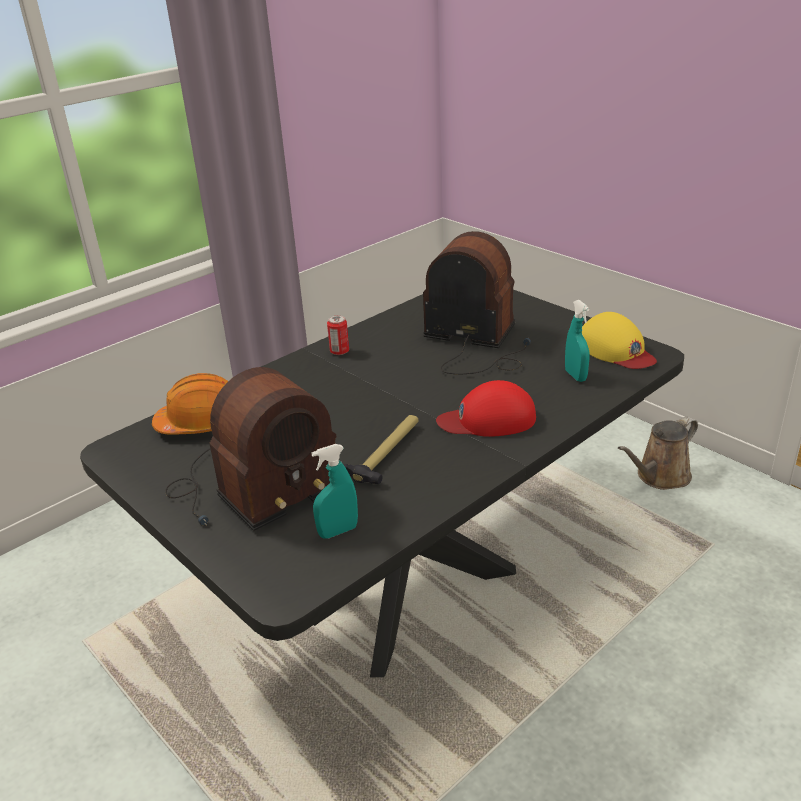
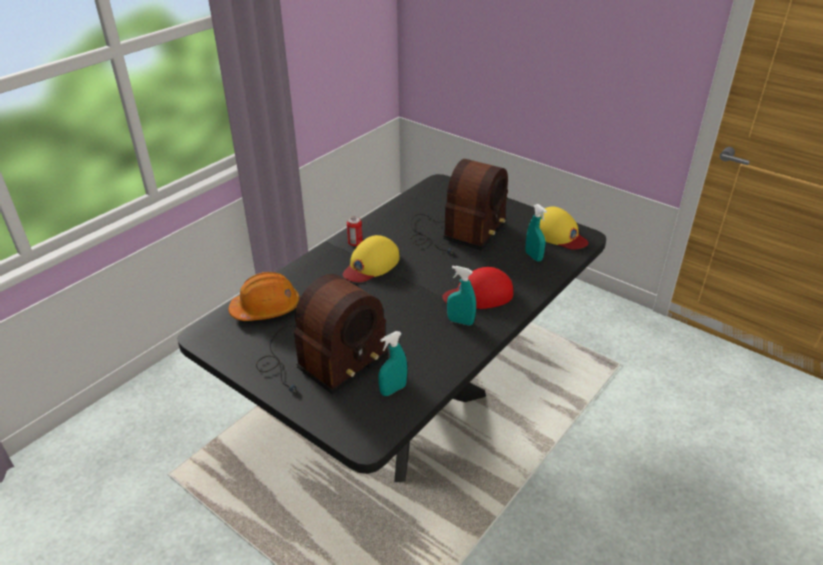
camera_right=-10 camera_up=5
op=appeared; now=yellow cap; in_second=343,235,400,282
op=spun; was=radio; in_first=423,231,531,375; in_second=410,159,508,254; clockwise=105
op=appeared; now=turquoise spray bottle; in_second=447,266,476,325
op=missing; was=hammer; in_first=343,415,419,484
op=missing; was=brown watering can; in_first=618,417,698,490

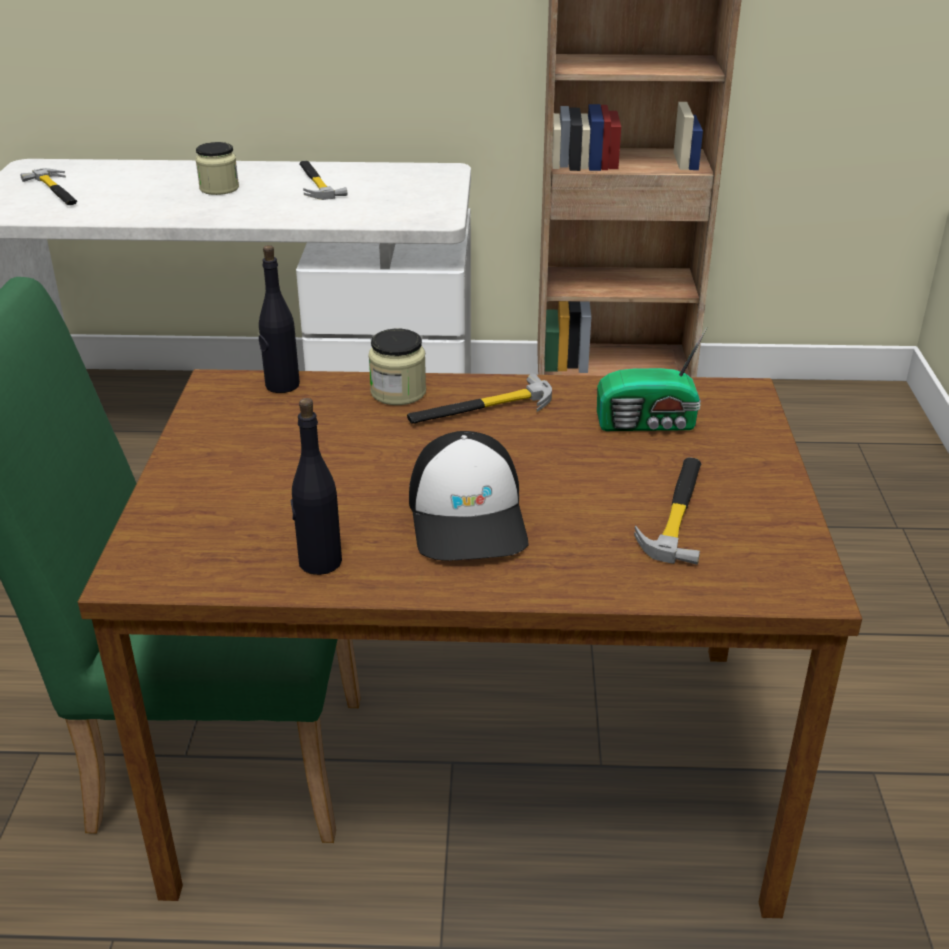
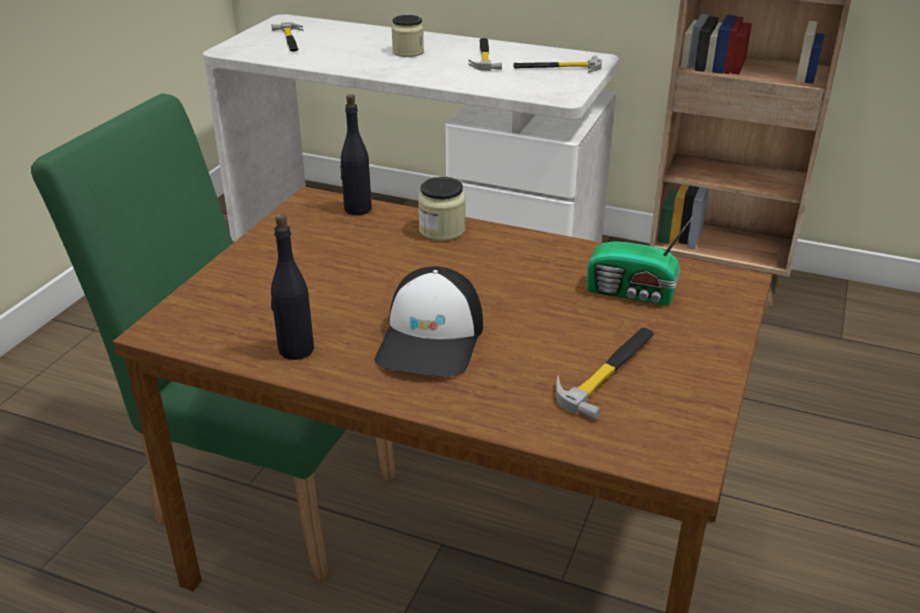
camera_right=20 camera_up=0
op=relocated; was=hammer; in_first=407,373,552,424; in_second=513,56,602,73

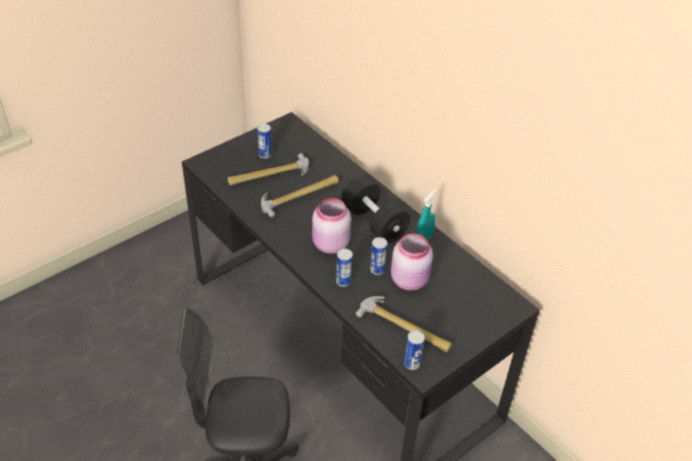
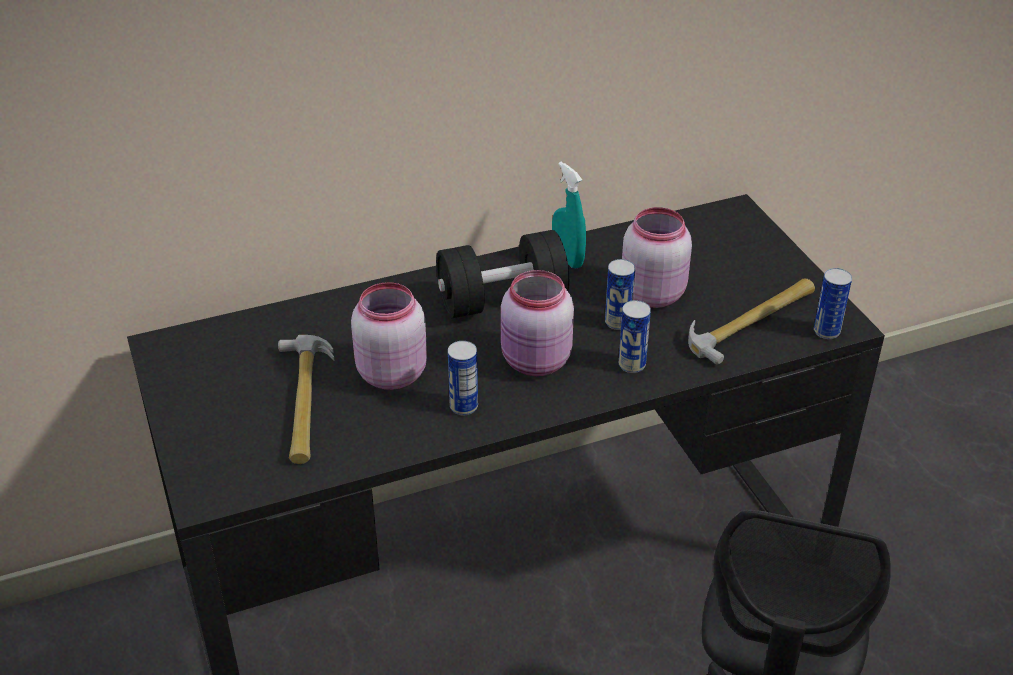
camera_right=-70 camera_up=-5
op=exchanged; was=hammer; now=pink jar; in_first=261,175,339,217; in_second=351,282,427,390
op=relocated; was=can; in_first=257,124,272,159; in_second=448,341,478,415

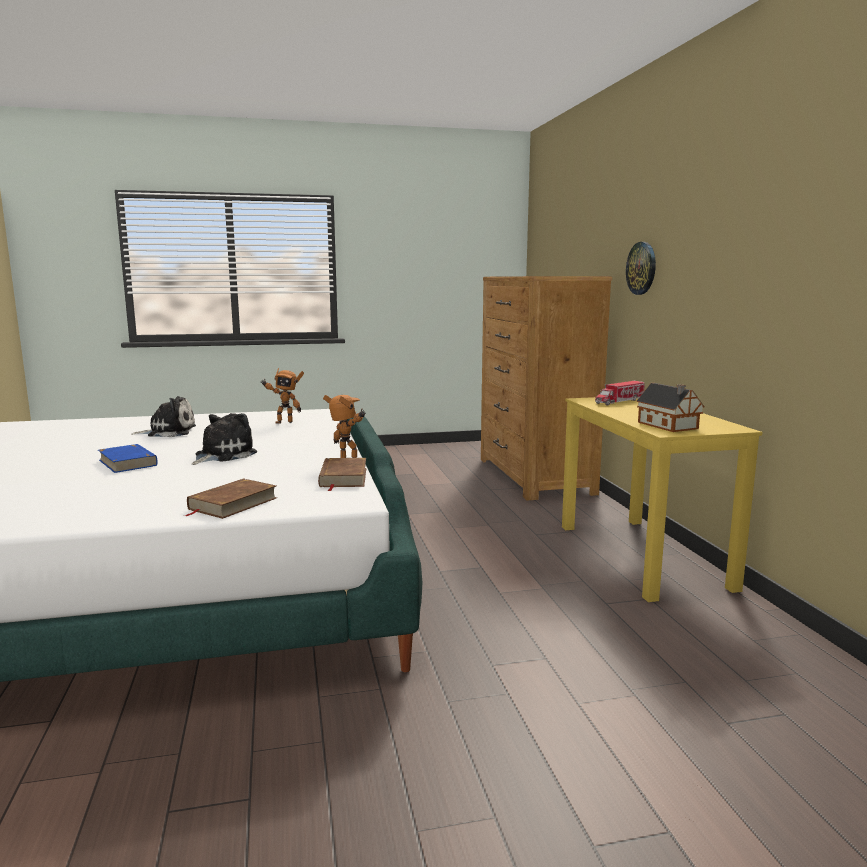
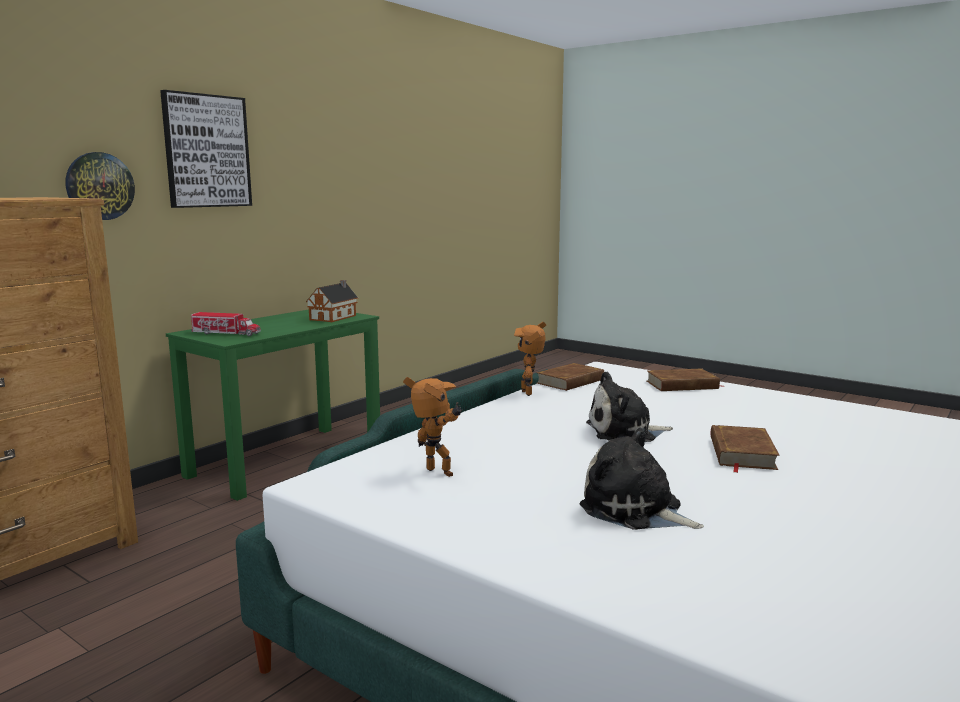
camera_right=-130 camera_up=0
op=appeared; now=picture; in_second=160,90,252,208
op=colour; was=yellow desk; now=green desk; in_first=562,397,763,602; in_second=166,309,380,501
op=colour; was=blue book; now=brown book; in_first=98,444,157,473; in_second=711,425,780,473

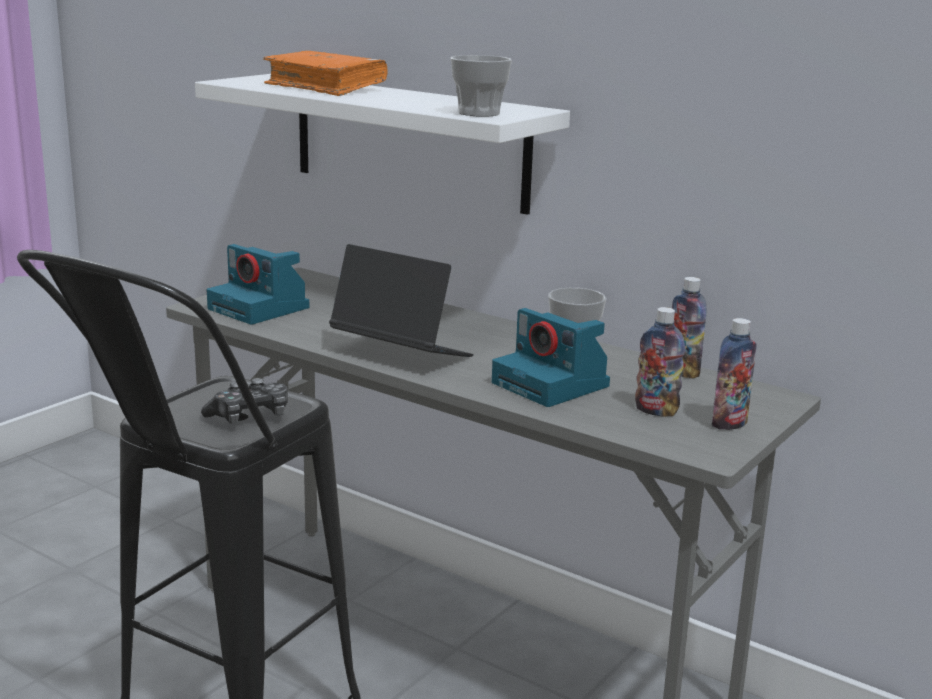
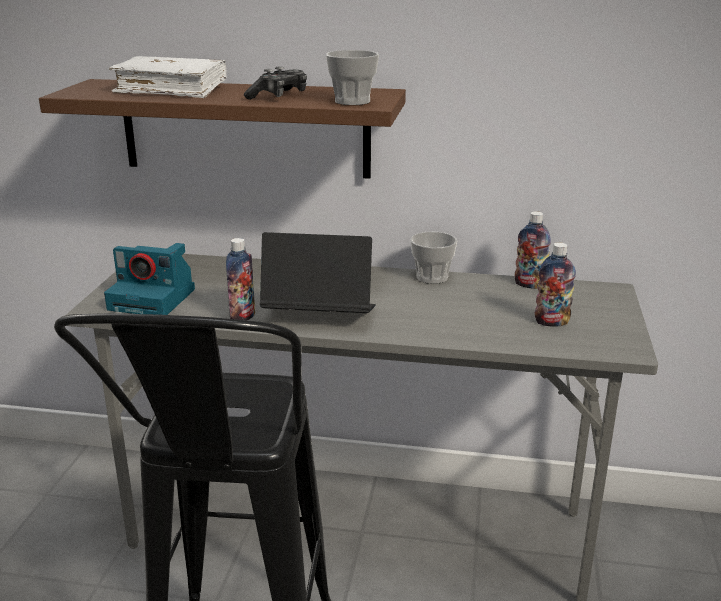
camera_right=-25 camera_up=5
op=colour; was=white shelf; now=brown shelf; in_first=195,74,570,215; in_second=39,79,406,179
op=colour; was=orange book; now=white book; in_first=263,51,388,96; in_second=109,56,227,98
op=relocated; was=bottle; in_first=712,318,757,430; in_second=226,238,255,321
op=relocated; was=game controller; in_first=201,378,288,424; in_second=244,66,307,100
op=missing; was=photo camera; in_first=492,308,610,407

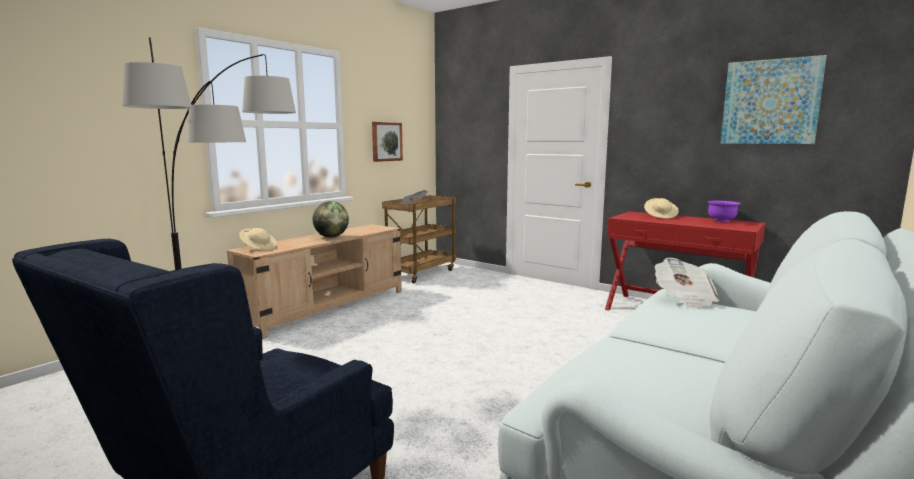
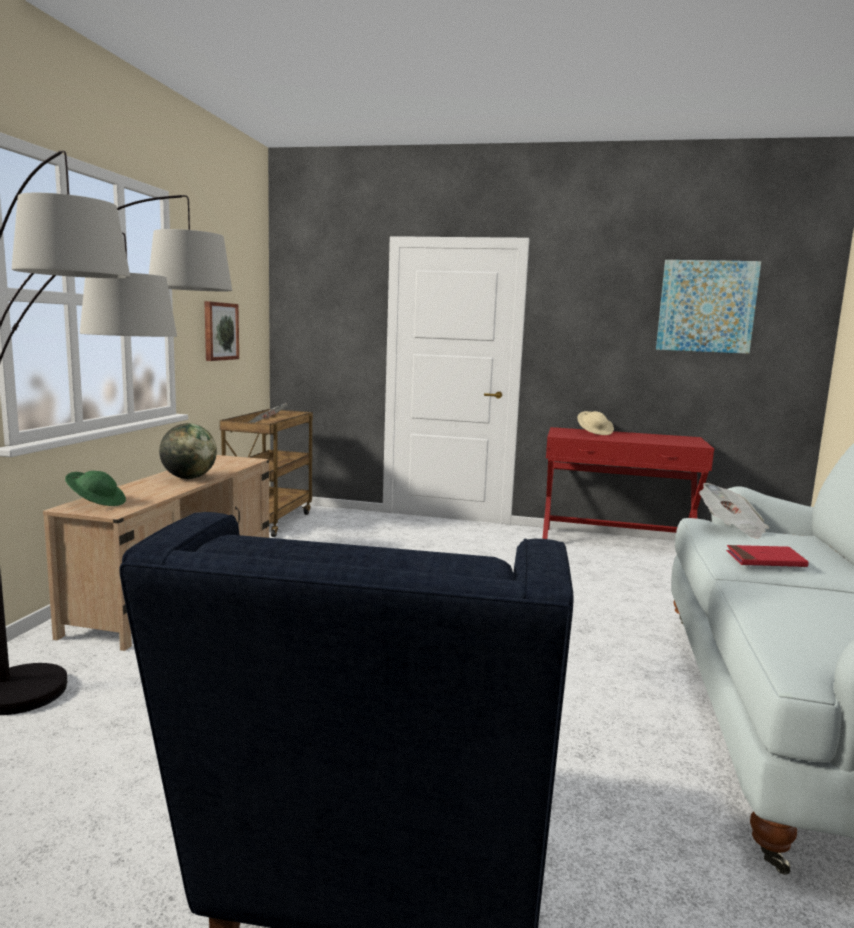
camera_right=-25 camera_up=0
op=colour; was=beige hat; now=green hat; in_first=239,228,276,250; in_second=65,471,126,506
op=appeared; now=red book; in_second=726,545,809,567
op=missing; was=purple bowl; in_first=707,200,741,222

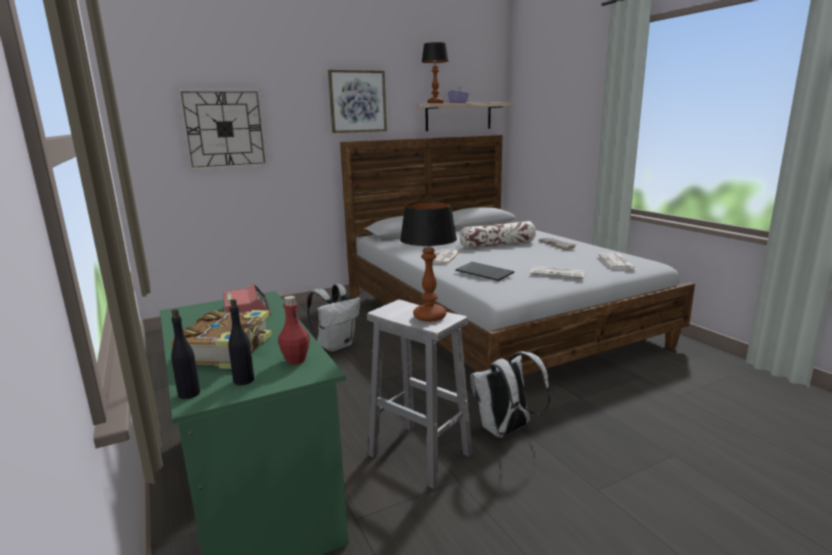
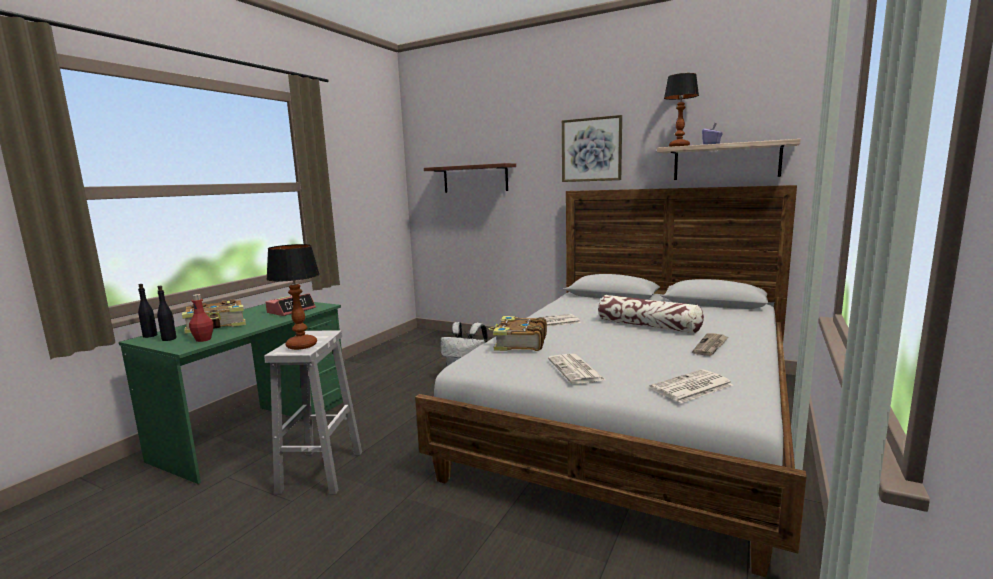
camera_right=55 camera_up=-5
op=exchanged; was=wall clock; now=shelf; in_first=177,88,268,171; in_second=424,163,516,193
op=exchanged; was=keyboard; now=book; in_first=456,262,514,281; in_second=489,316,547,351
op=missing; was=white backpack; in_first=470,352,550,438

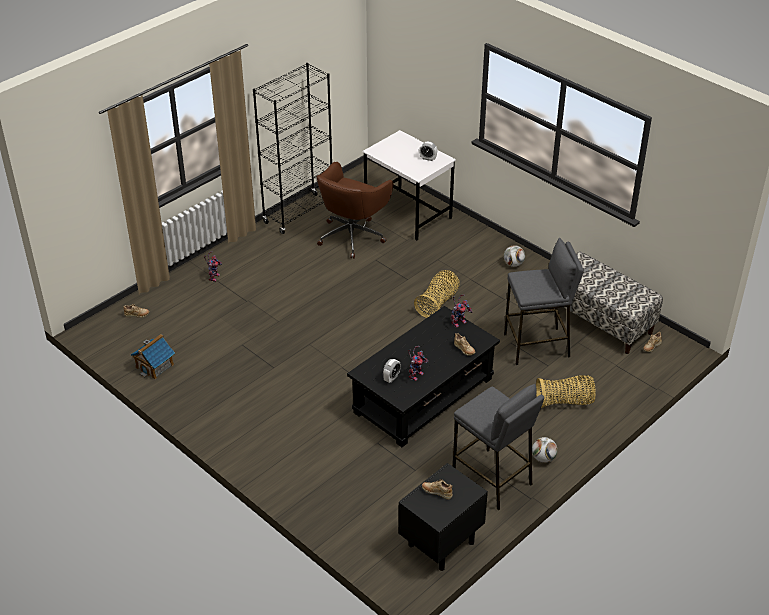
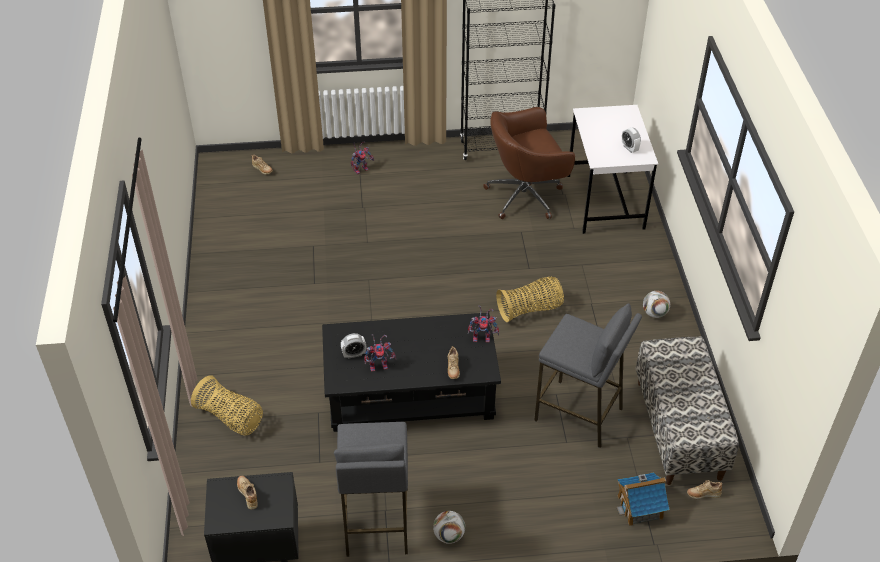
camera_right=40 camera_up=5
op=relocated; was=basket; in_first=536,375,596,408; in_second=191,376,263,435
op=relocated; was=toy house; in_first=131,334,175,379; in_second=617,472,670,526

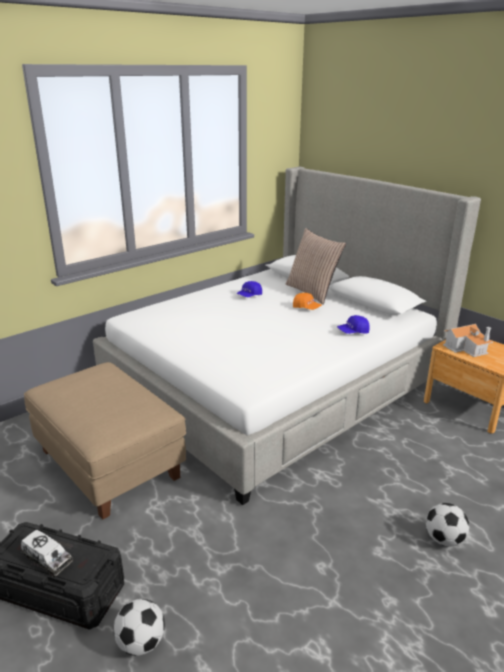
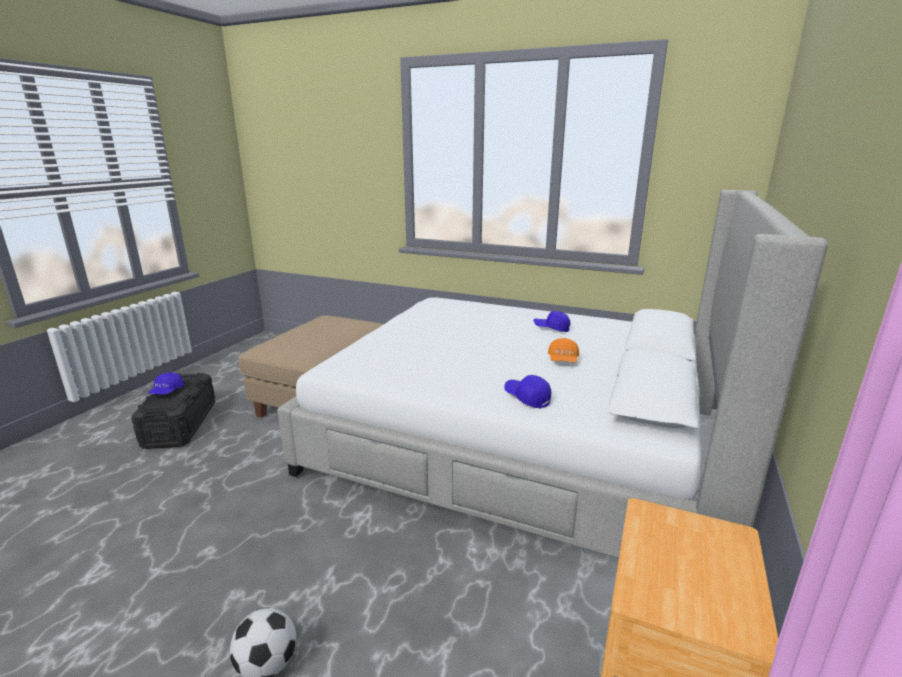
camera_right=65 camera_up=-5
op=exchanged; was=toy truck; now=blue cap; in_first=21,530,73,577; in_second=148,372,184,395
op=missing; was=football; in_first=113,599,165,656
op=missing; was=pillow; in_first=285,228,346,305
op=missing; was=toy house; in_first=443,324,493,357

